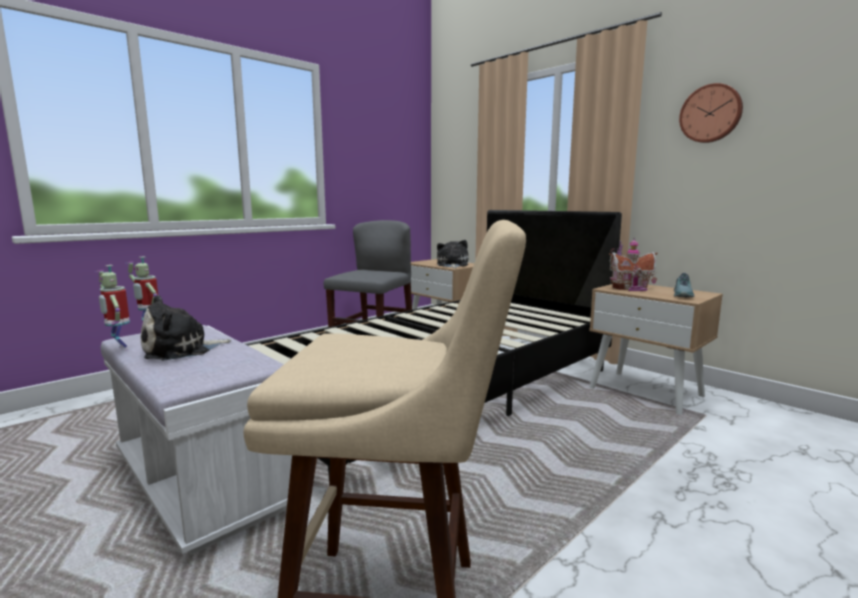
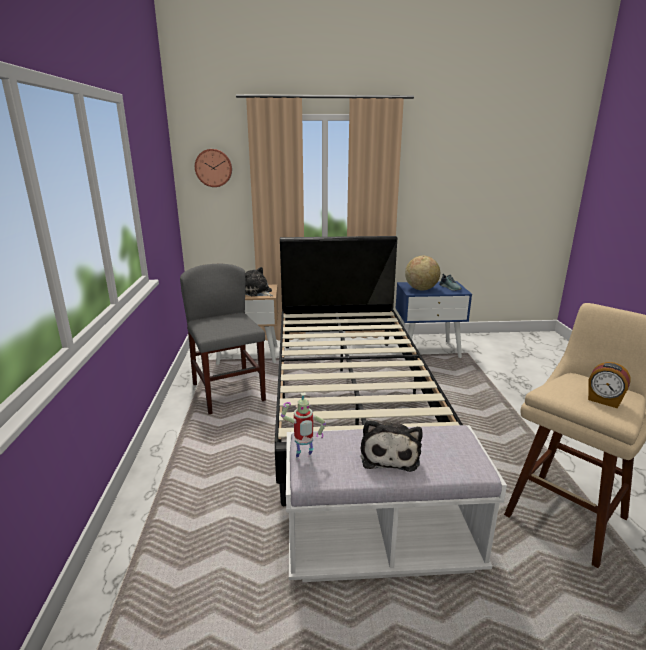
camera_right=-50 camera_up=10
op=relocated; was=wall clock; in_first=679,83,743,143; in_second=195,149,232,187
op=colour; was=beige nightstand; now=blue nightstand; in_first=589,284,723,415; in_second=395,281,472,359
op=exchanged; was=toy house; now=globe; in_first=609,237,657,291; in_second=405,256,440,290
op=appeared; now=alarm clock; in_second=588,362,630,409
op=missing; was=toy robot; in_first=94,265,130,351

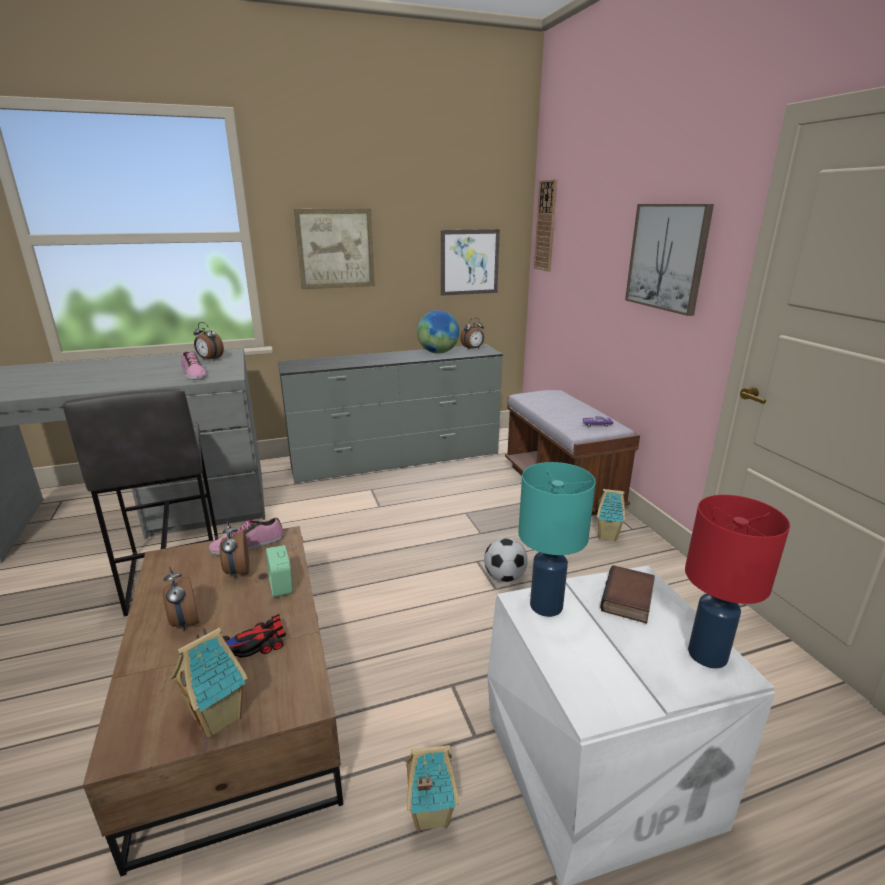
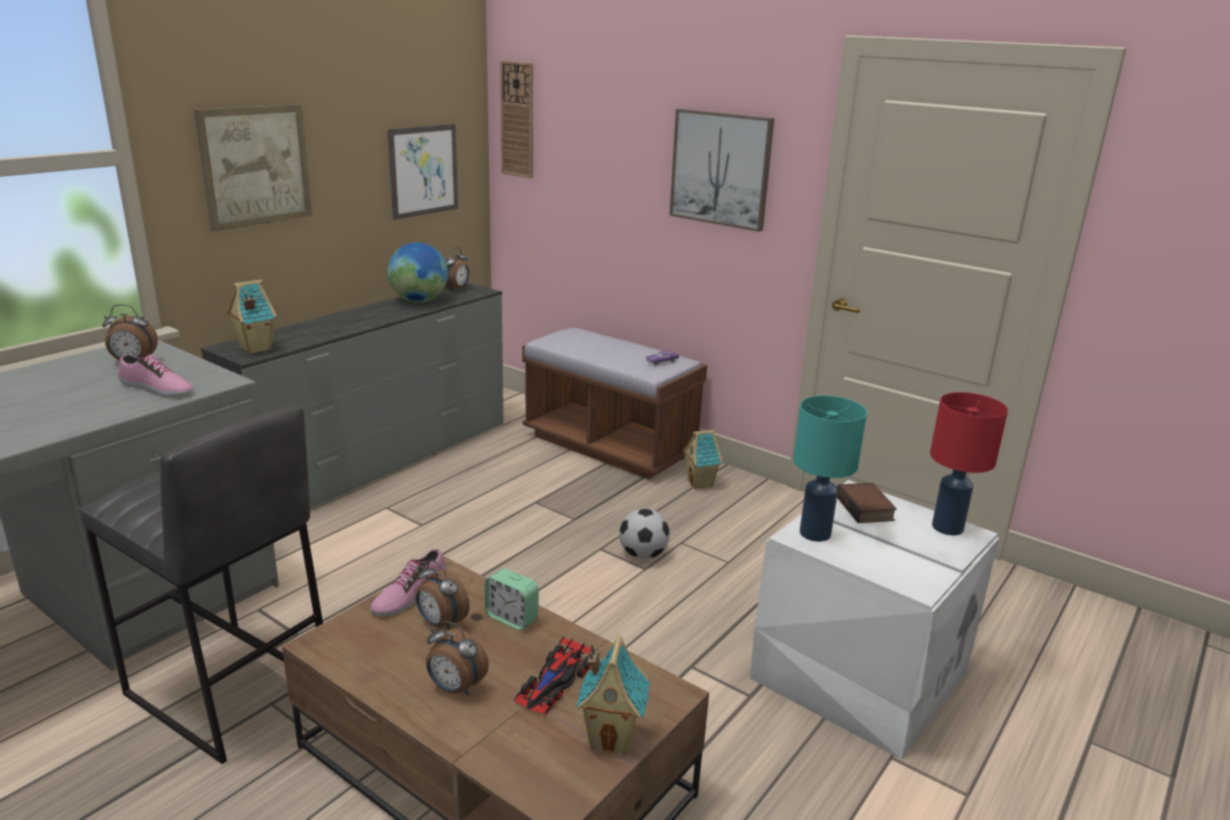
camera_right=-35 camera_up=0
op=relocated; was=toy house; in_first=404,745,459,832; in_second=227,280,277,354

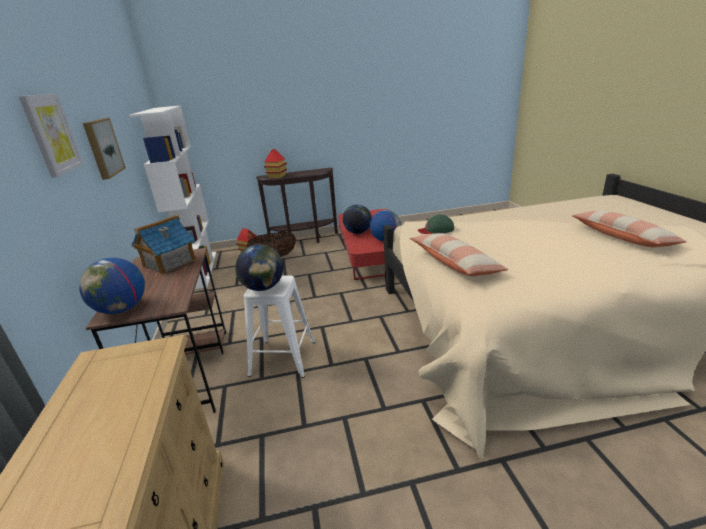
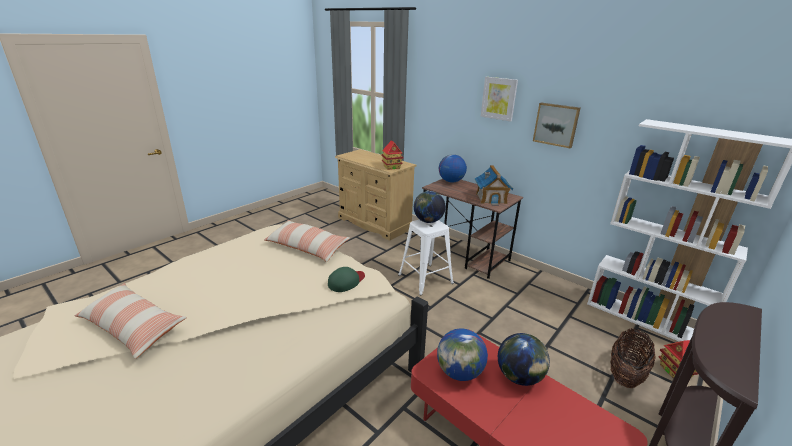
camera_right=140 camera_up=0
op=relocated; was=toy house; in_first=264,149,287,178; in_second=381,140,403,170

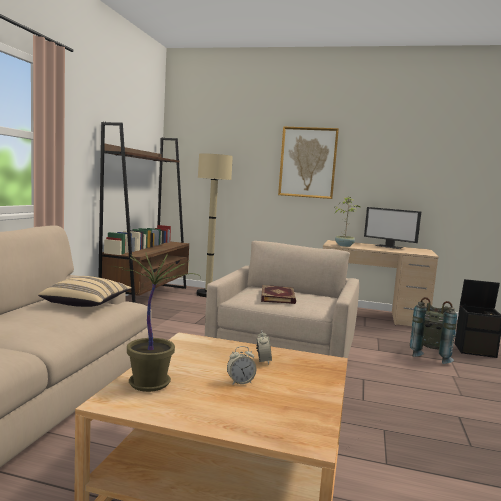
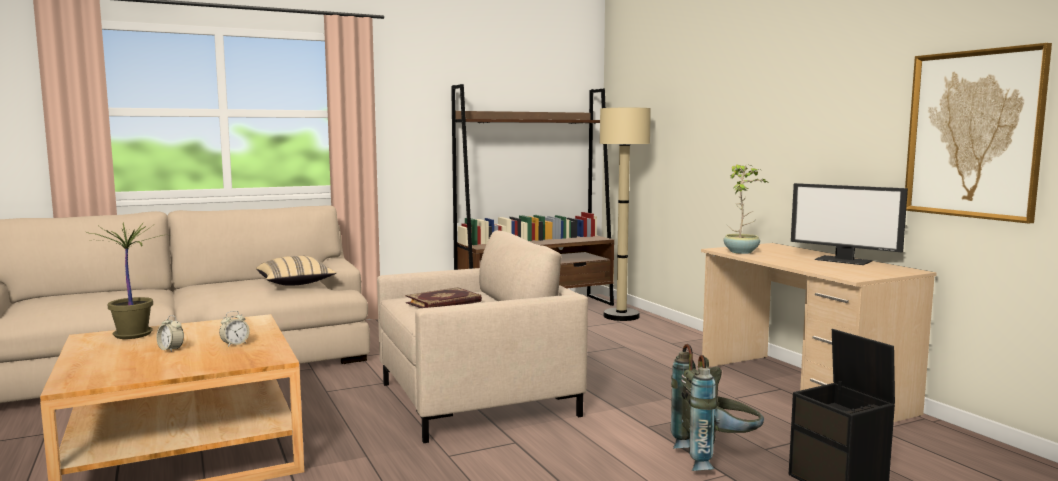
camera_right=50 camera_up=0
op=spun; was=monitor; in_first=364,207,421,249; in_second=791,183,908,265; clockwise=-45
op=relocated; was=picture; in_first=278,126,339,199; in_second=905,43,1052,224

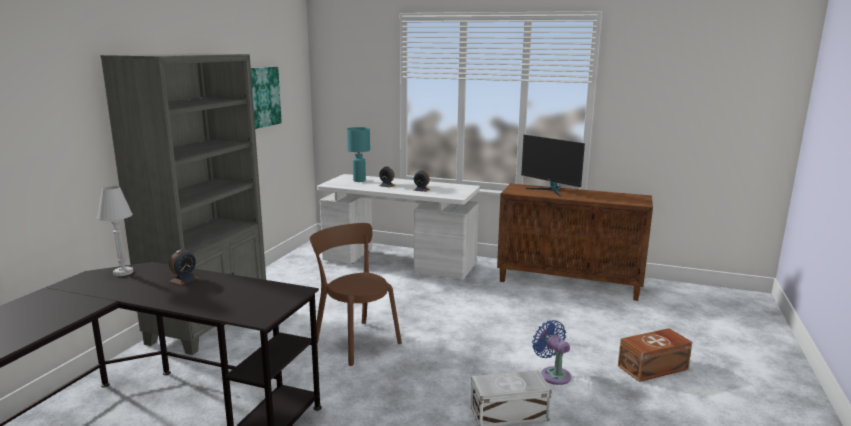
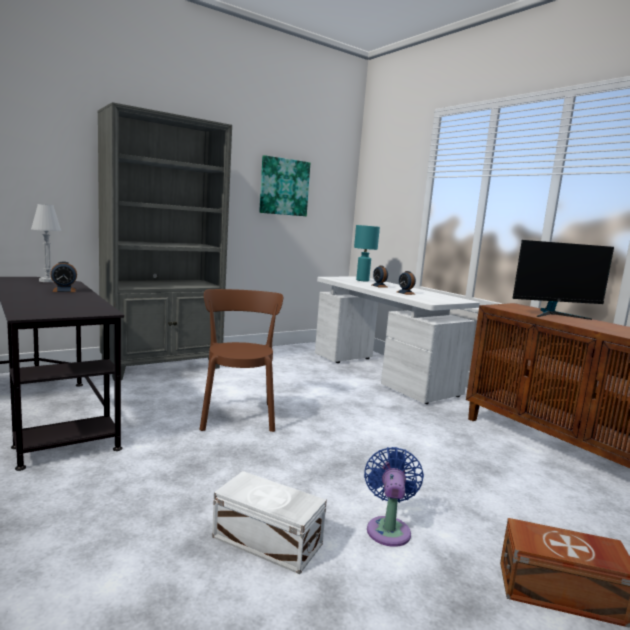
camera_right=35 camera_up=-5
op=spun; was=monitor; in_first=521,135,585,197; in_second=513,240,614,320; clockwise=-90

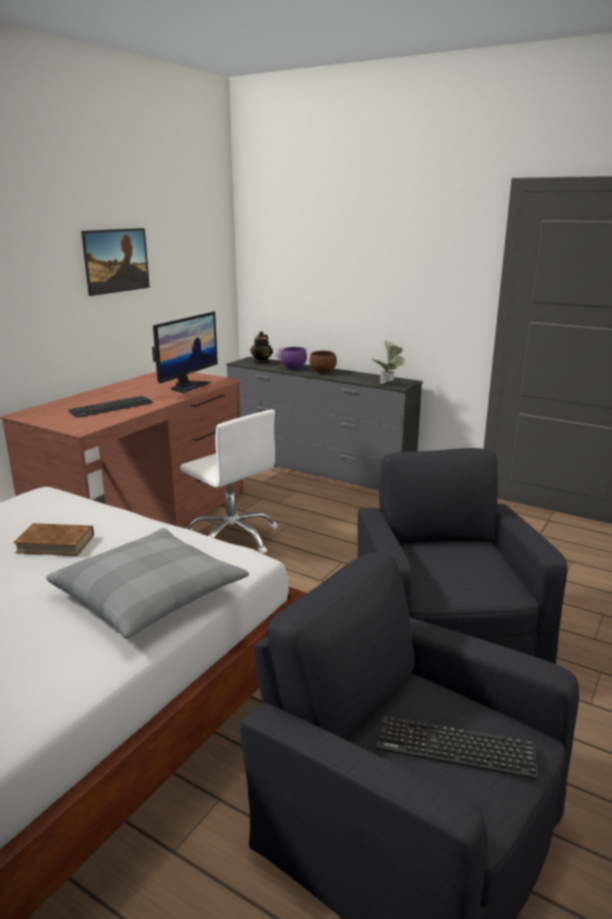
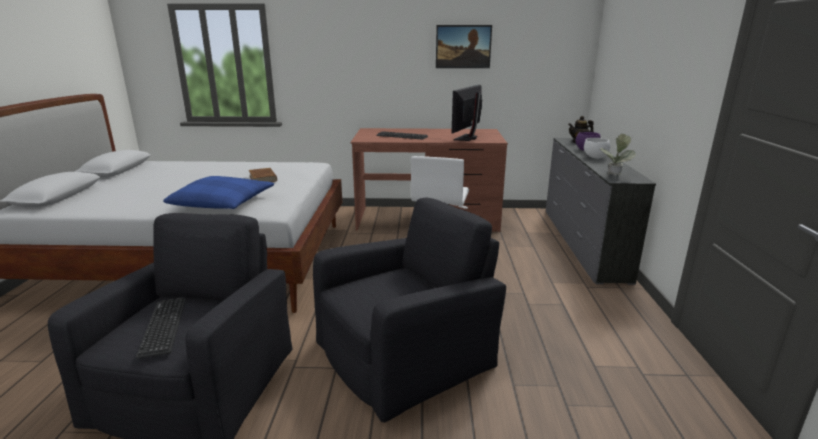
camera_right=60 camera_up=0
op=colour; was=grey pillow; now=blue pillow; in_first=46,528,249,639; in_second=163,176,274,209
op=spun; was=monitor; in_first=152,311,218,393; in_second=452,85,482,141; clockwise=120
op=colour; was=brown bowl; now=white bowl; in_first=310,351,337,374; in_second=584,138,610,159

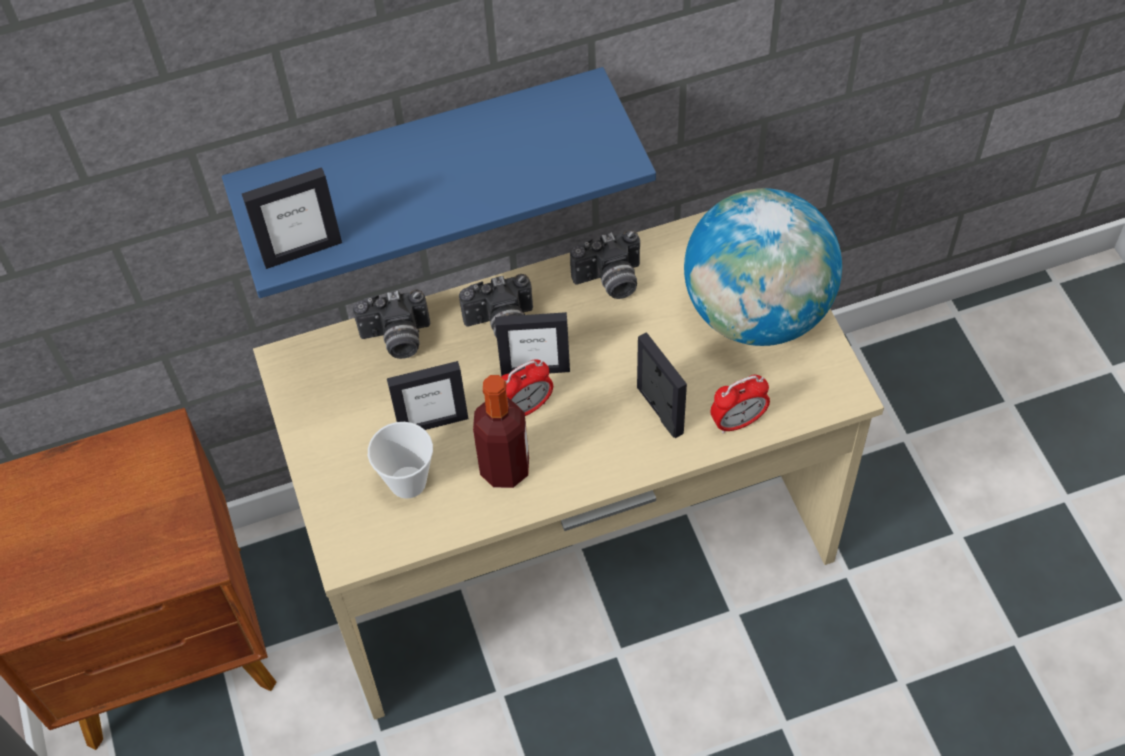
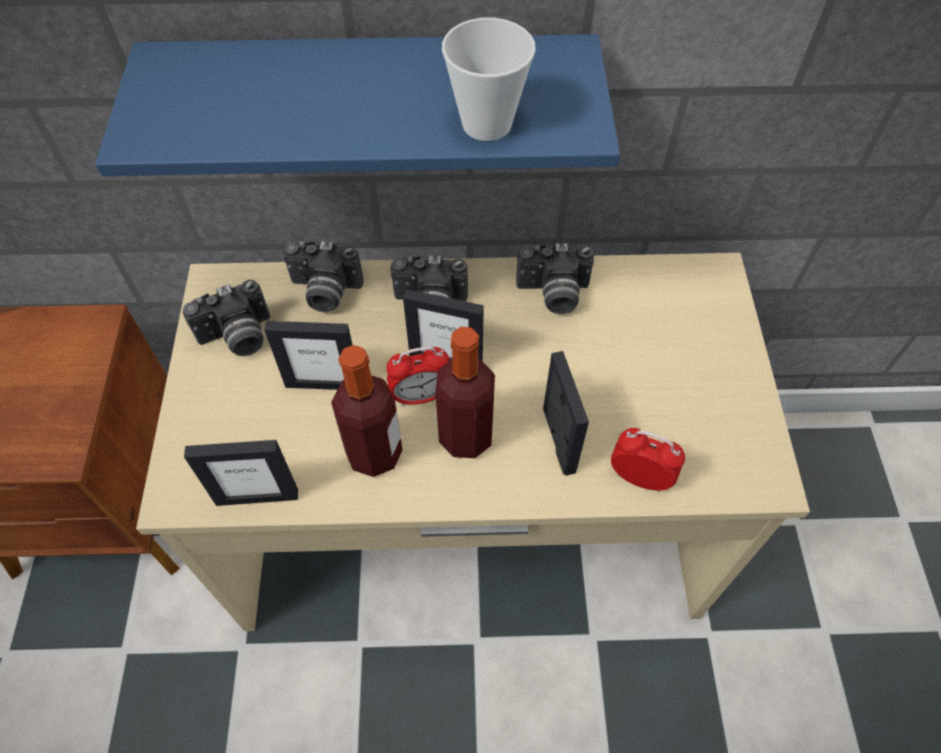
camera_right=15 camera_up=0
op=appeared; now=photo camera; in_second=183,280,270,356
op=relocated; was=picture frame; in_first=242,167,342,269; in_second=184,440,298,506
op=appeared; now=bottle; in_second=435,327,495,458
op=relocated; was=cup; in_first=368,422,433,499; in_second=442,18,536,141
op=spun; was=alarm clock; in_first=710,375,770,434; in_second=611,428,685,493; clockwise=-150
op=missing; was=globe; in_first=684,188,842,346

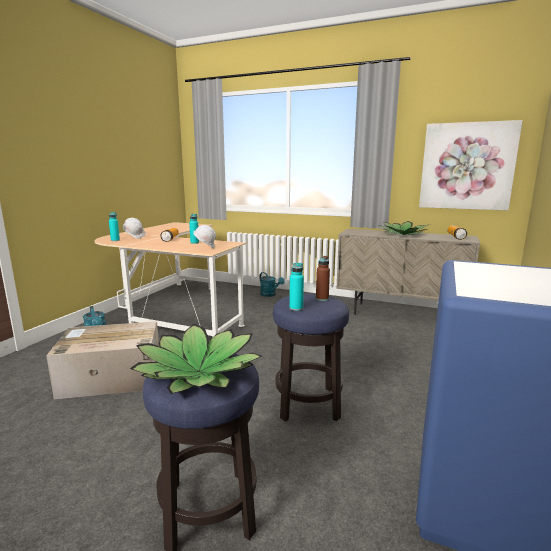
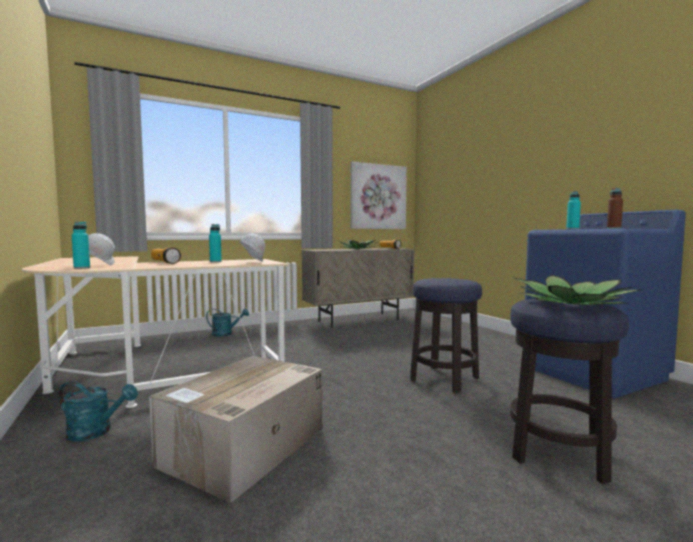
camera_right=-50 camera_up=-10
op=relocated; was=turquoise bottle; in_first=289,263,304,311; in_second=566,191,581,229
op=relocated; was=brown bottle; in_first=316,256,330,301; in_second=607,188,623,229

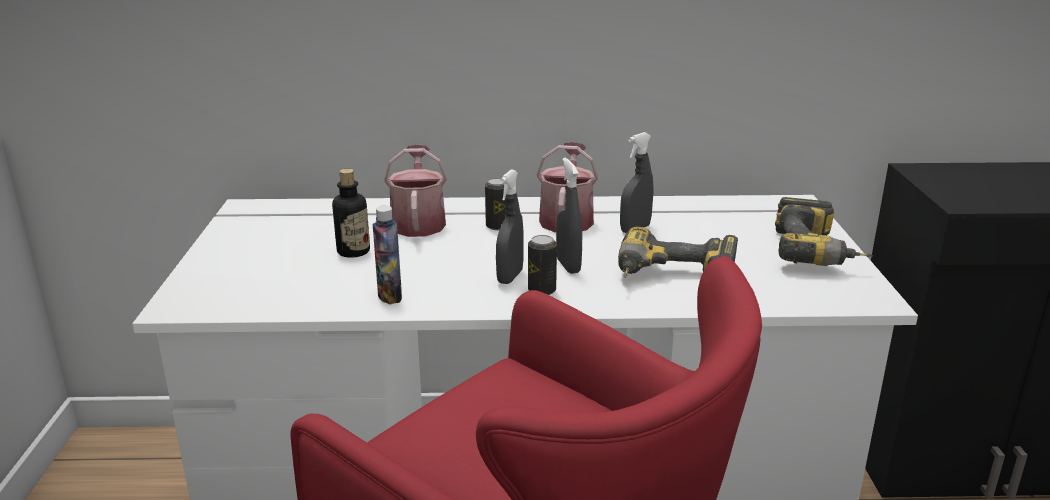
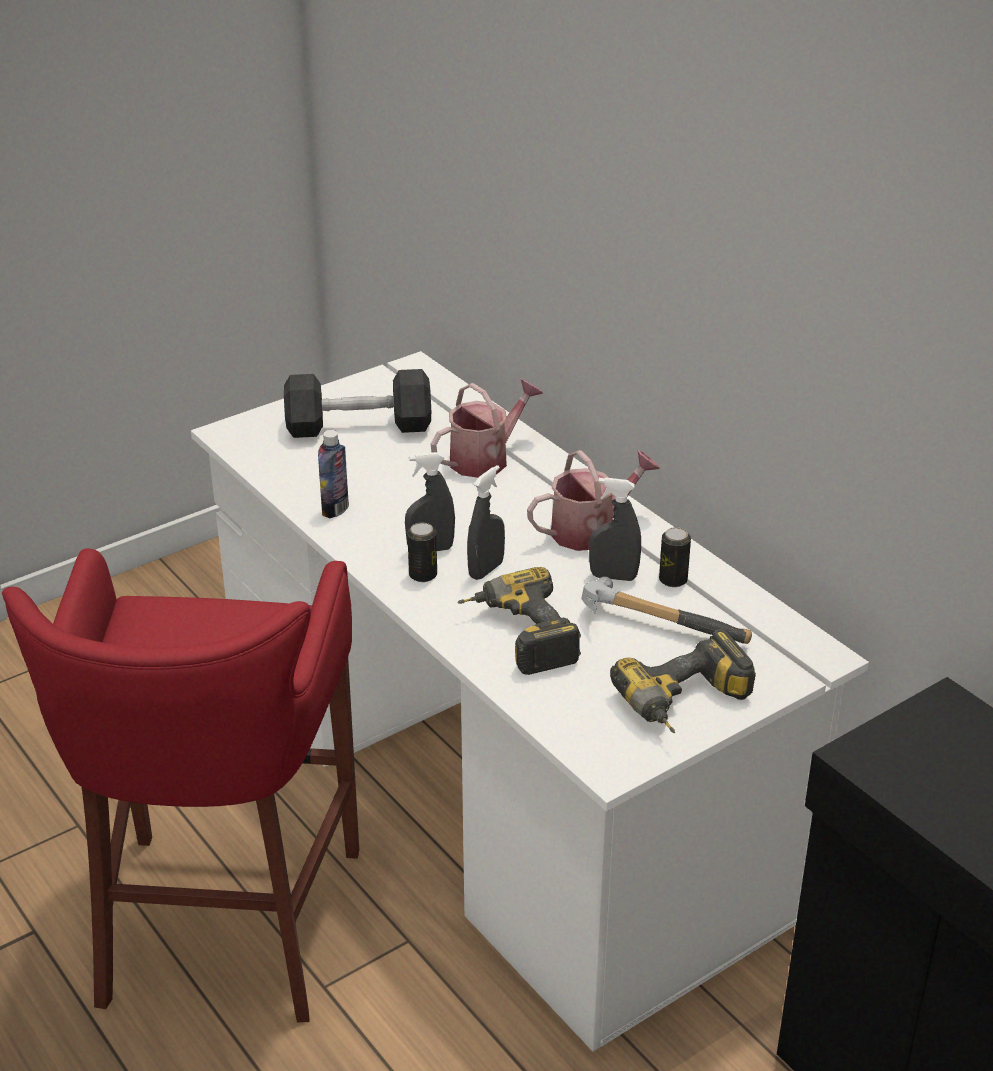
camera_right=55 camera_up=10
op=appeared; now=black dumbbell; in_second=284,369,431,438
op=appeared; now=hammer; in_second=582,576,752,644
op=relocated; was=can; in_first=485,178,506,230; in_second=659,527,691,587
op=missing; was=bottle; in_first=332,169,370,258

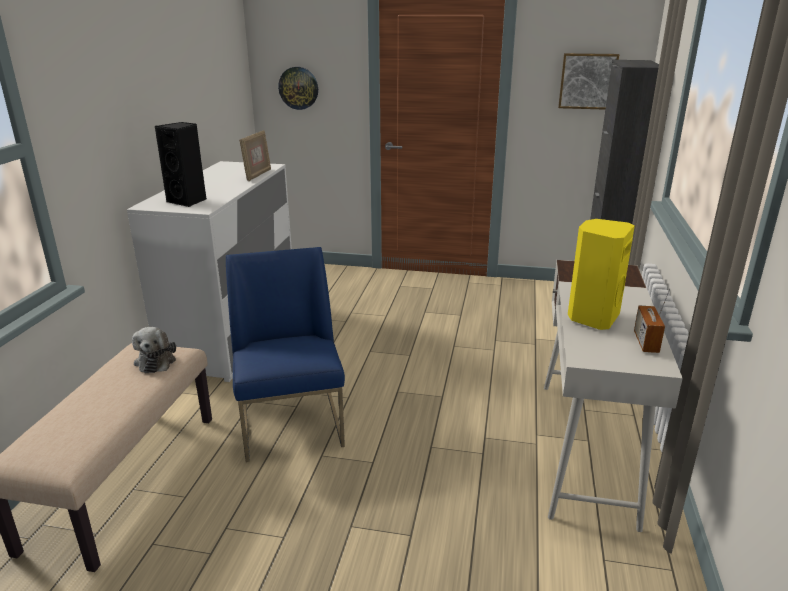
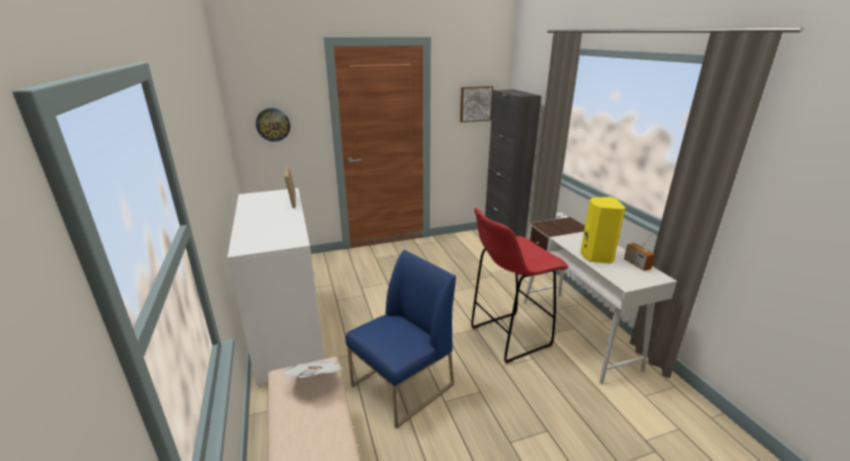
camera_right=-30 camera_up=0
op=exchanged; was=plush toy; now=newspaper; in_first=132,327,176,373; in_second=282,359,343,378
op=spun; was=blue chair; in_first=226,247,345,462; in_second=346,250,456,429; clockwise=90
op=appeared; now=red stool; in_second=471,208,568,364
op=missing; was=black speaker; in_first=155,122,206,207

